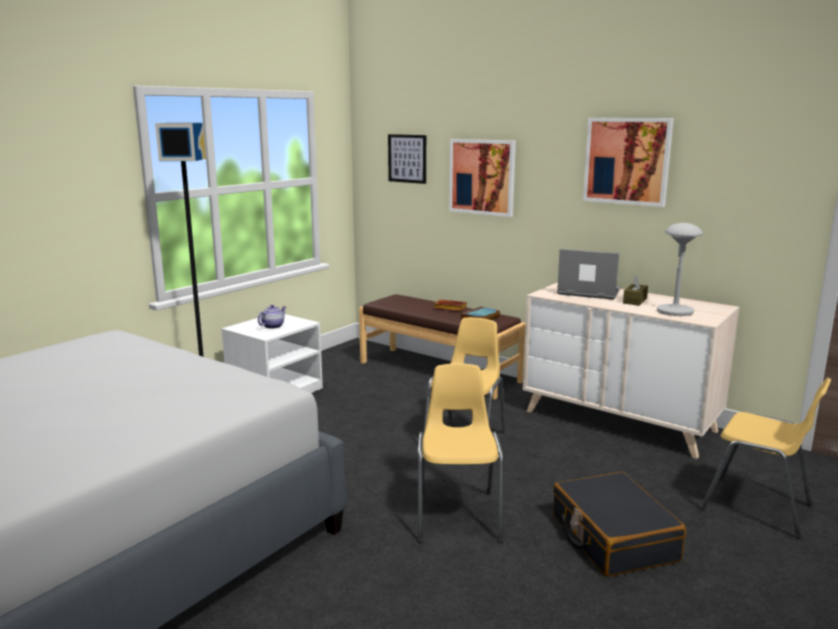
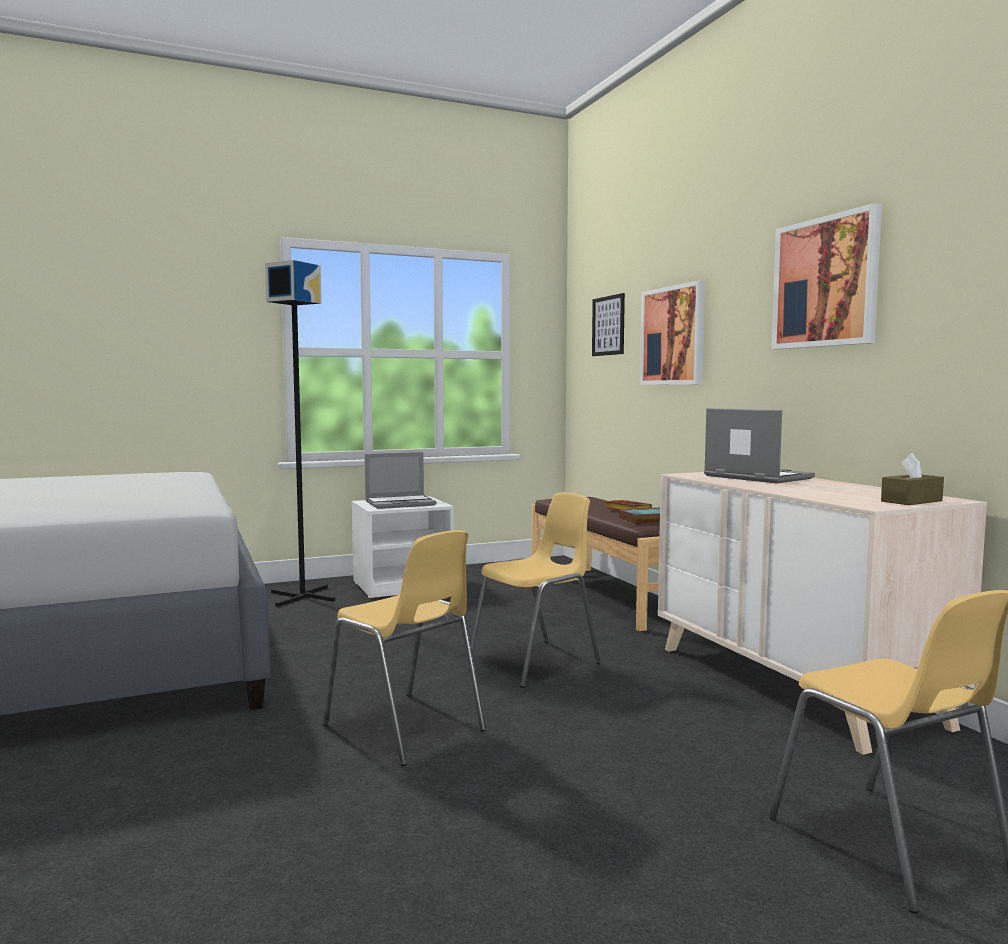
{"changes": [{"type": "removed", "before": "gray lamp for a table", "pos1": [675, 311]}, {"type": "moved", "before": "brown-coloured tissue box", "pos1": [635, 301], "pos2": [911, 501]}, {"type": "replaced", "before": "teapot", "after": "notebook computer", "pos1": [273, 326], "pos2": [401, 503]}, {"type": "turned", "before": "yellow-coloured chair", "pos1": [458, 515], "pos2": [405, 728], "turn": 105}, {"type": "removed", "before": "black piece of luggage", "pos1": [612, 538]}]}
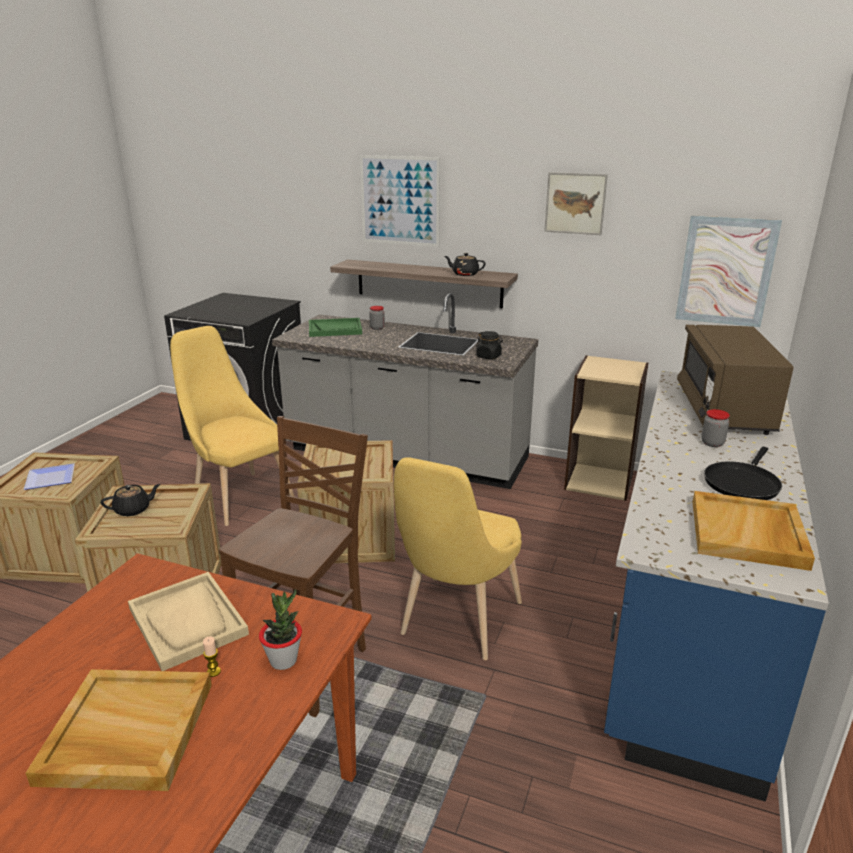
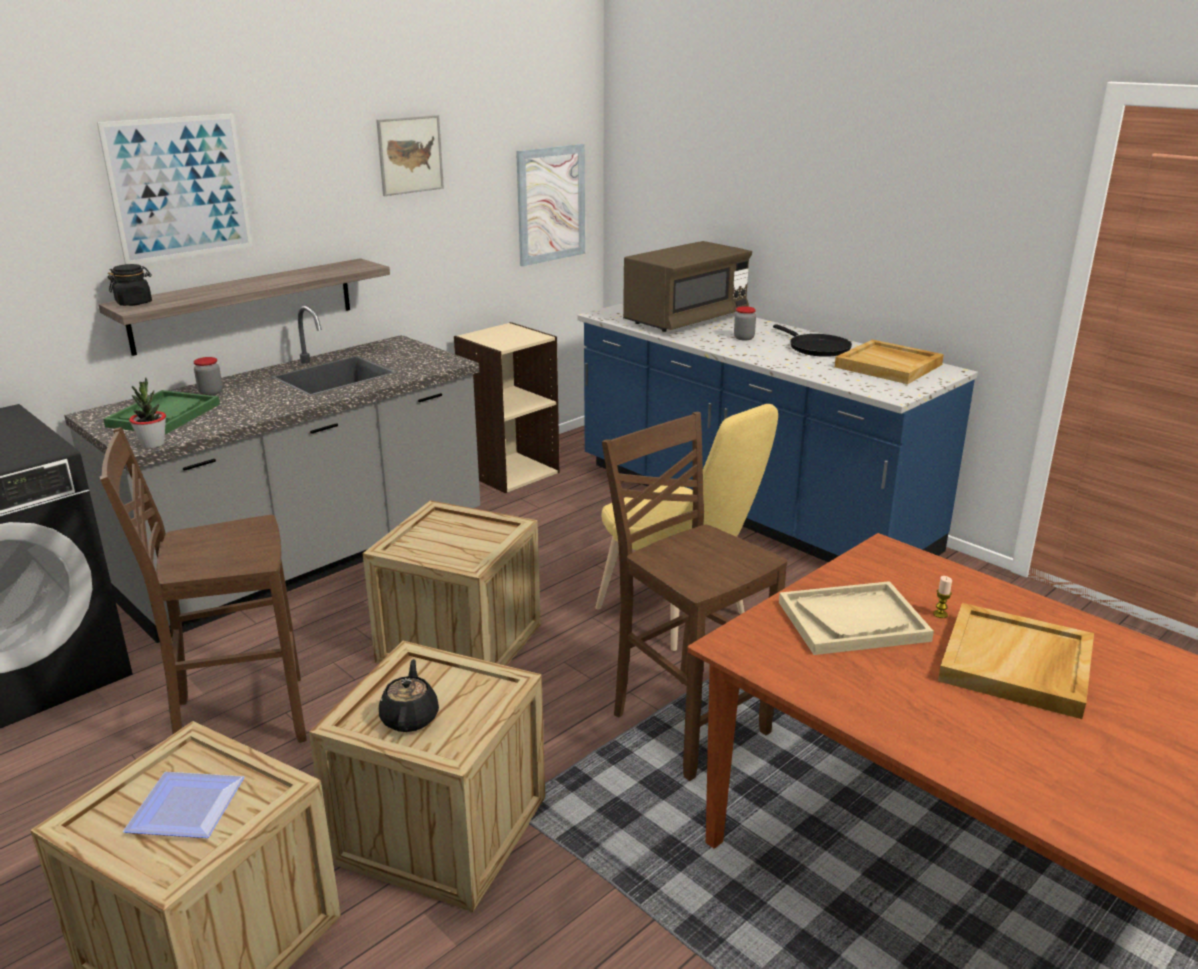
{"changes": [{"type": "removed", "before": "black teapot", "pos1": [464, 274]}, {"type": "turned", "before": "brown-coloured microwave oven", "pos1": [723, 410], "pos2": [686, 319], "turn": -75}, {"type": "replaced", "before": "yellow-coloured chair", "after": "brown-coloured stool", "pos1": [239, 495], "pos2": [237, 719]}, {"type": "moved", "before": "black jar", "pos1": [489, 356], "pos2": [134, 303]}, {"type": "moved", "before": "houseplant", "pos1": [283, 660], "pos2": [153, 444]}]}
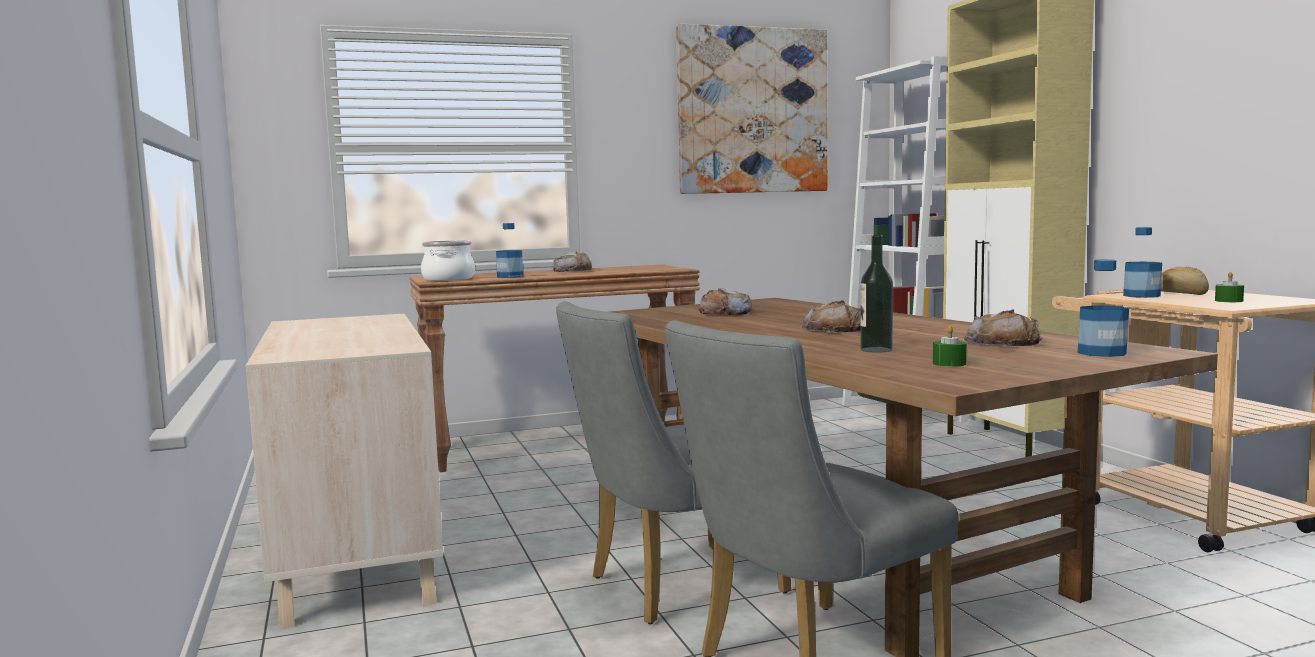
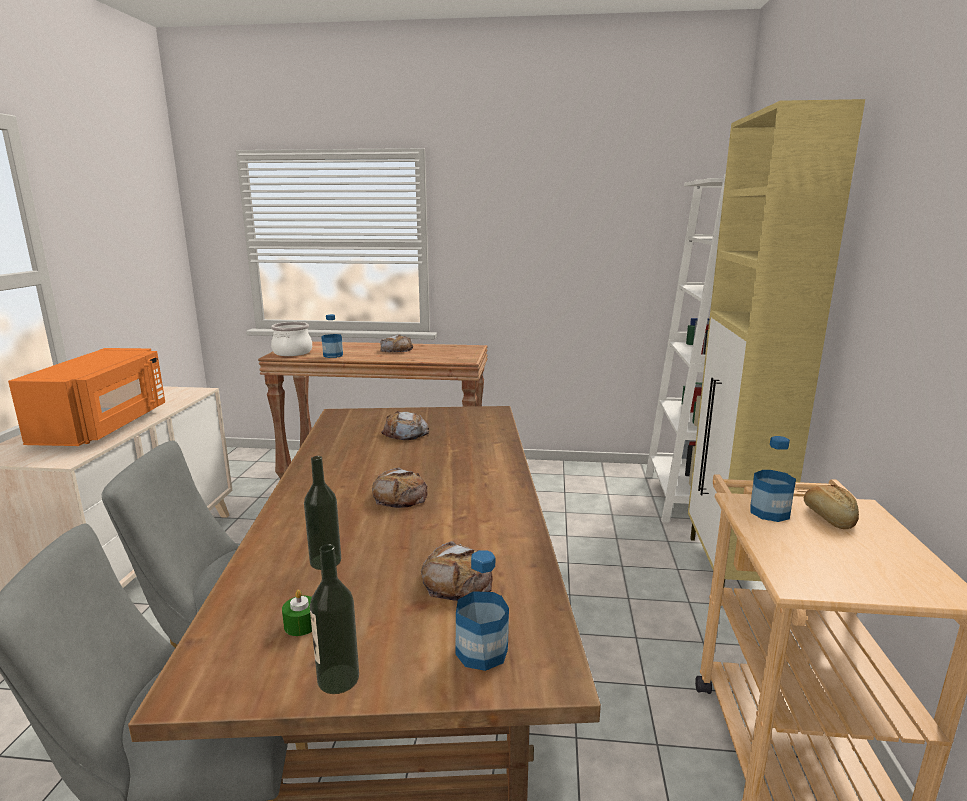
{"changes": [{"type": "removed", "before": "wall art", "pos1": [753, 111]}, {"type": "removed", "before": "green wax light", "pos1": [1228, 301]}, {"type": "added", "after": "orange-coloured microwave oven", "pos2": [105, 426]}, {"type": "added", "after": "drink bottle", "pos2": [338, 679]}]}
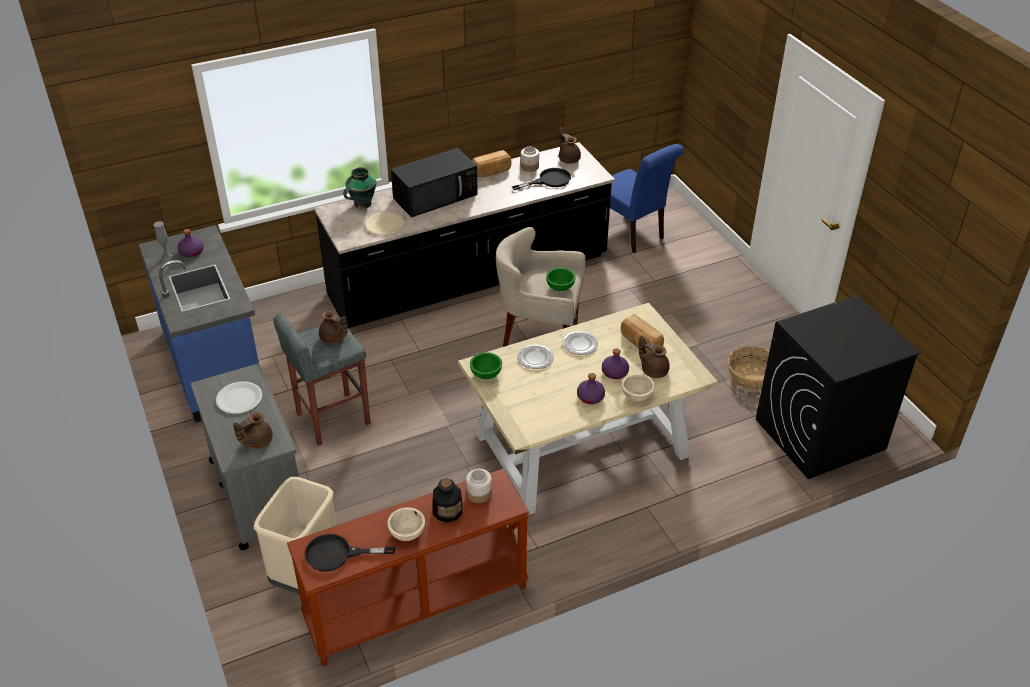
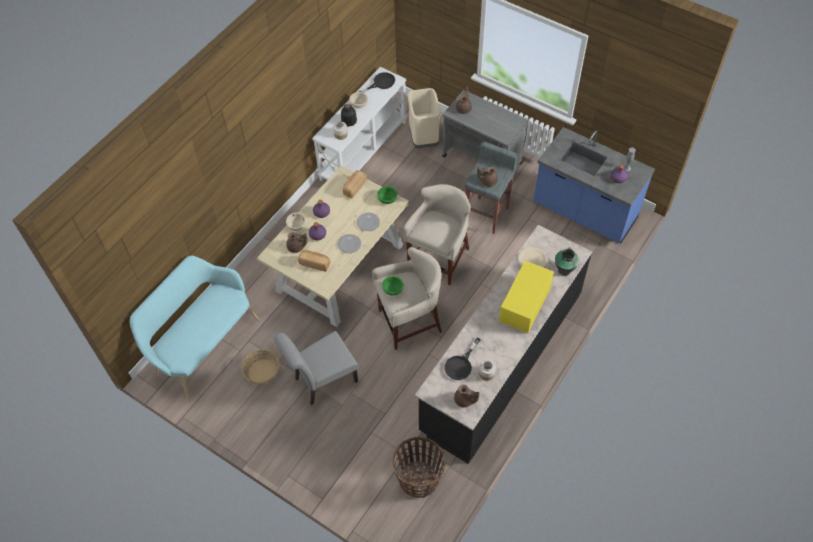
{"changes": [{"type": "replaced", "before": "blue-coloured chair", "after": "household basket", "pos1": [631, 233], "pos2": [418, 480]}, {"type": "recoloured", "before": "black microwave oven", "after": "yellow-coloured microwave oven", "pos1": [436, 196], "pos2": [525, 304]}, {"type": "moved", "before": "baked bread", "pos1": [492, 171], "pos2": [354, 187]}, {"type": "replaced", "before": "black washing machine", "after": "turquoise indoor bench", "pos1": [819, 434], "pos2": [203, 346]}, {"type": "removed", "before": "whitish flat dish", "pos1": [239, 398]}, {"type": "recoloured", "before": "brown-coloured console table", "after": "whitish console table", "pos1": [416, 605], "pos2": [363, 150]}, {"type": "added", "after": "beige-coloured stool", "pos2": [439, 259]}, {"type": "added", "after": "gray chair", "pos2": [322, 381]}]}
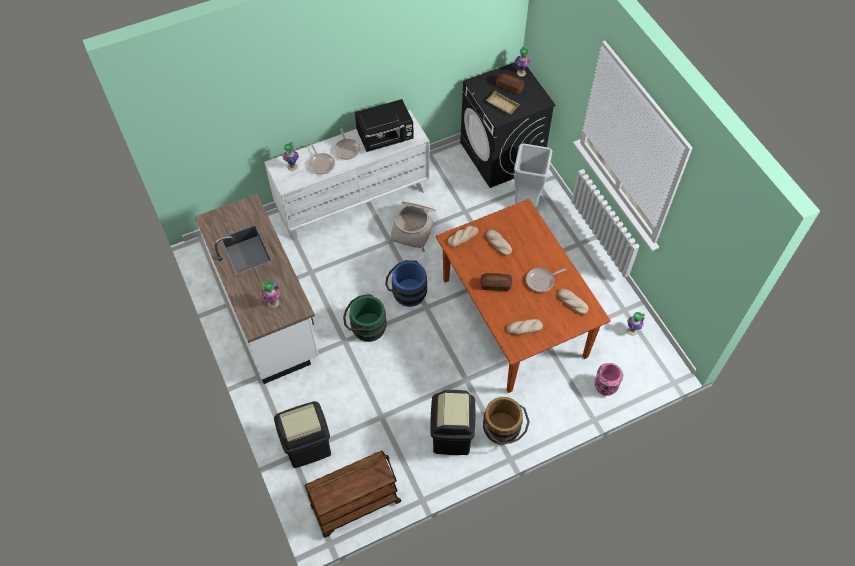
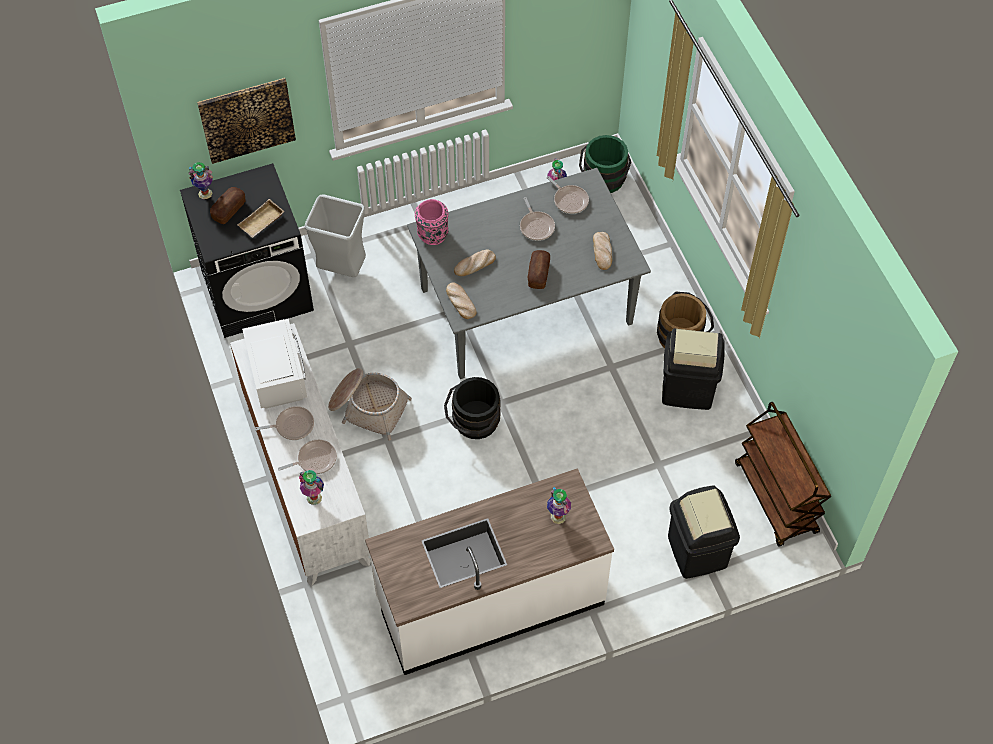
{"changes": [{"type": "recoloured", "before": "black microwave oven", "after": "whitish microwave oven", "pos1": [386, 137], "pos2": [278, 375]}, {"type": "recoloured", "before": "brown-coloured kitchen table", "after": "gray kitchen table", "pos1": [514, 317], "pos2": [526, 305]}, {"type": "recoloured", "before": "blue-coloured bucket", "after": "black bucket", "pos1": [406, 292], "pos2": [474, 424]}, {"type": "replaced", "before": "baked bread", "after": "pan", "pos1": [572, 302], "pos2": [569, 200]}, {"type": "moved", "before": "green bucket", "pos1": [365, 327], "pos2": [603, 181]}, {"type": "moved", "before": "pink-coloured flower vase", "pos1": [605, 386], "pos2": [432, 235]}, {"type": "added", "after": "wall art", "pos2": [247, 119]}]}
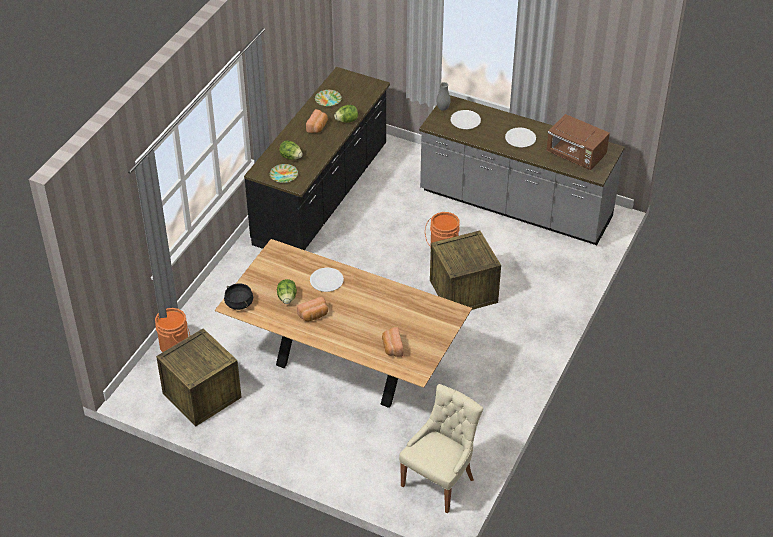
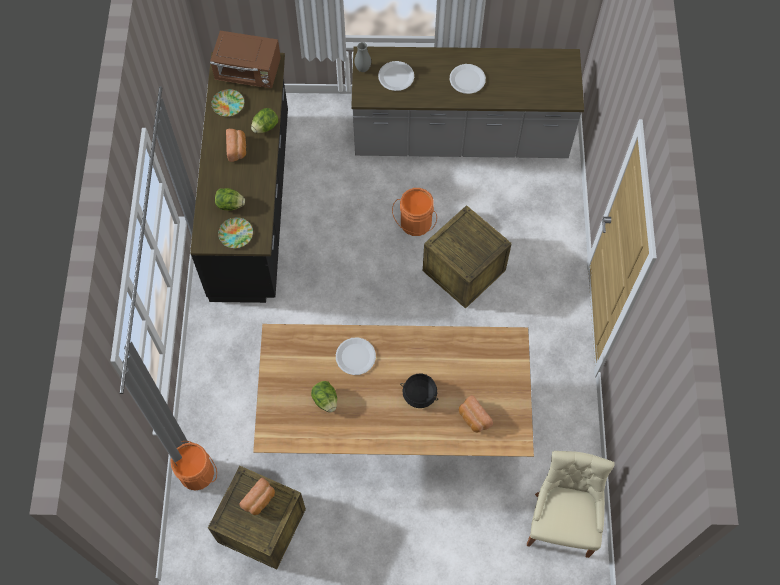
{"changes": [{"type": "moved", "before": "brown-coloured microwave oven", "pos1": [576, 156], "pos2": [249, 73]}, {"type": "moved", "before": "black saucepot", "pos1": [239, 303], "pos2": [419, 394]}, {"type": "moved", "before": "baked bread", "pos1": [314, 315], "pos2": [259, 500]}]}
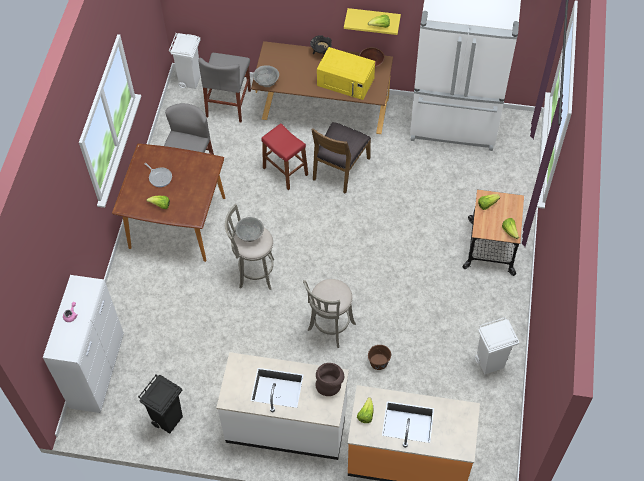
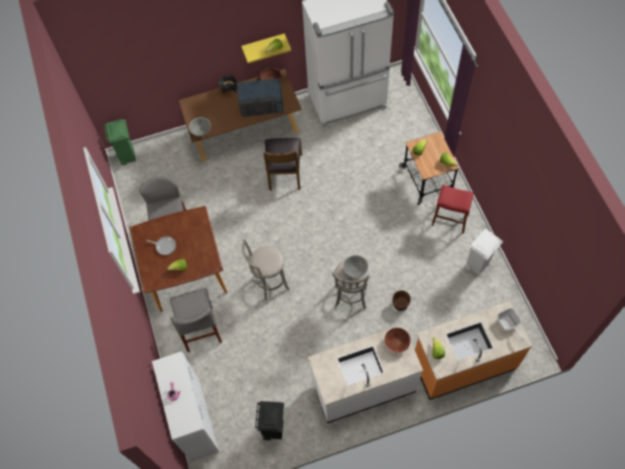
{"changes": [{"type": "recoloured", "before": "whitish waste bin", "after": "green waste bin", "pos1": [190, 80], "pos2": [128, 156]}, {"type": "recoloured", "before": "yellow-coloured microwave oven", "after": "blue-coloured microwave oven", "pos1": [346, 81], "pos2": [262, 104]}, {"type": "moved", "before": "gray chair", "pos1": [228, 103], "pos2": [200, 329]}, {"type": "moved", "before": "red stool", "pos1": [285, 171], "pos2": [450, 219]}, {"type": "moved", "before": "gray serving bowl", "pos1": [250, 235], "pos2": [355, 270]}, {"type": "replaced", "before": "brown-coloured flower vase", "after": "brown-coloured serving bowl", "pos1": [329, 384], "pos2": [396, 342]}, {"type": "added", "after": "pan", "pos2": [508, 325]}]}
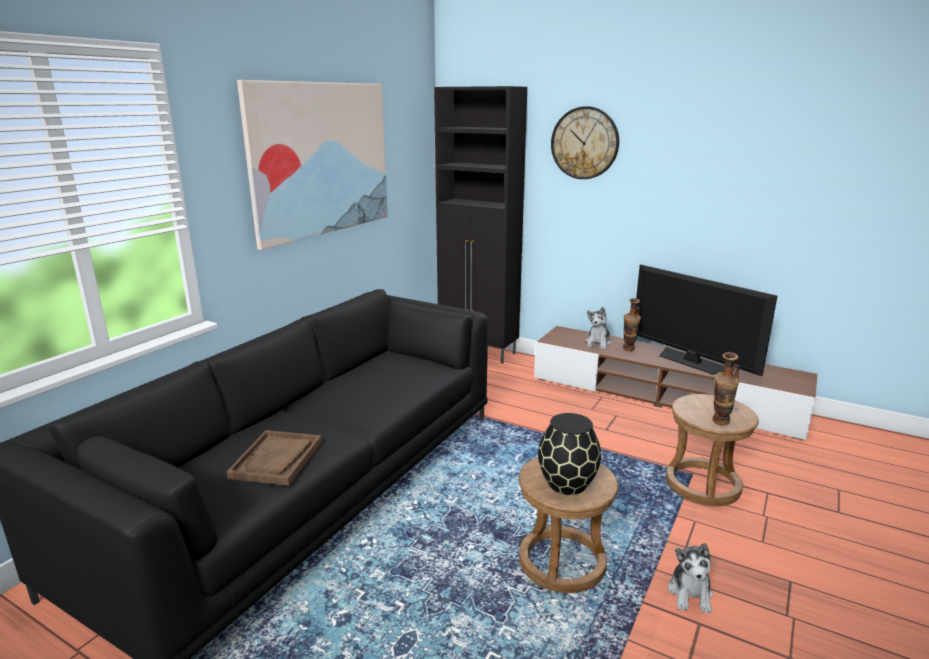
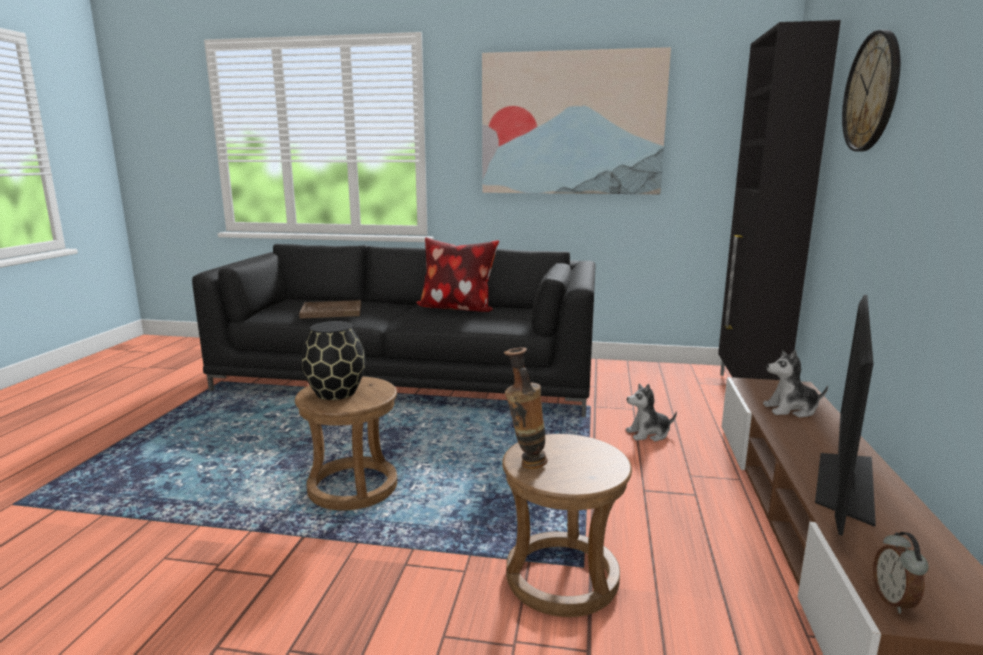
{"changes": [{"type": "removed", "before": "flower vase", "pos1": [628, 350]}, {"type": "moved", "before": "soft toy", "pos1": [690, 593], "pos2": [648, 434]}, {"type": "added", "after": "throw pillow", "pos2": [456, 309]}, {"type": "added", "after": "table clock", "pos2": [894, 601]}]}
